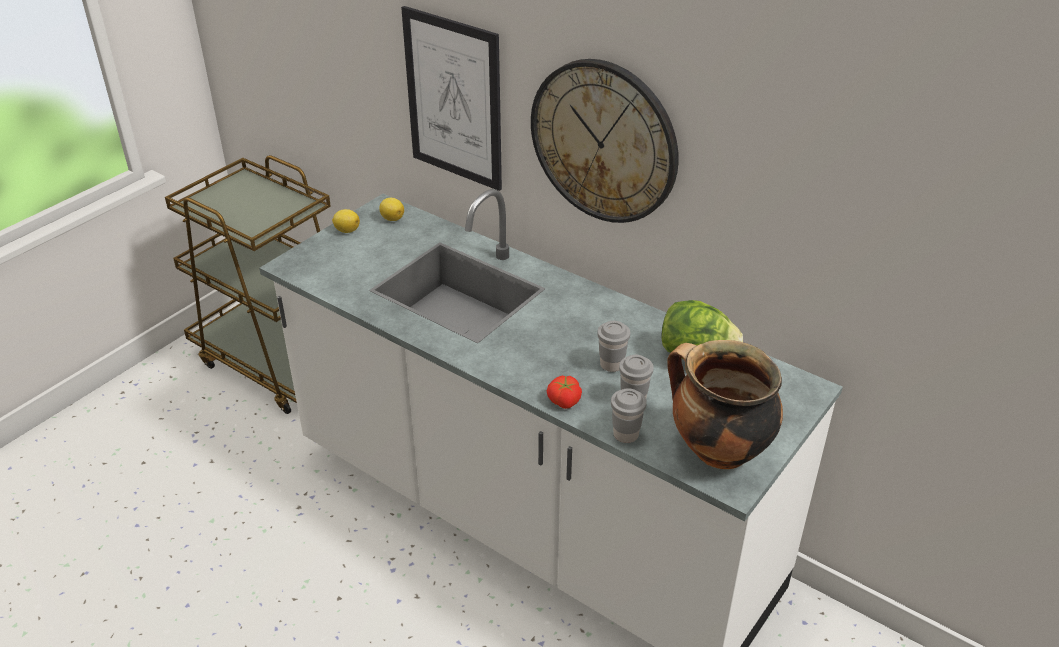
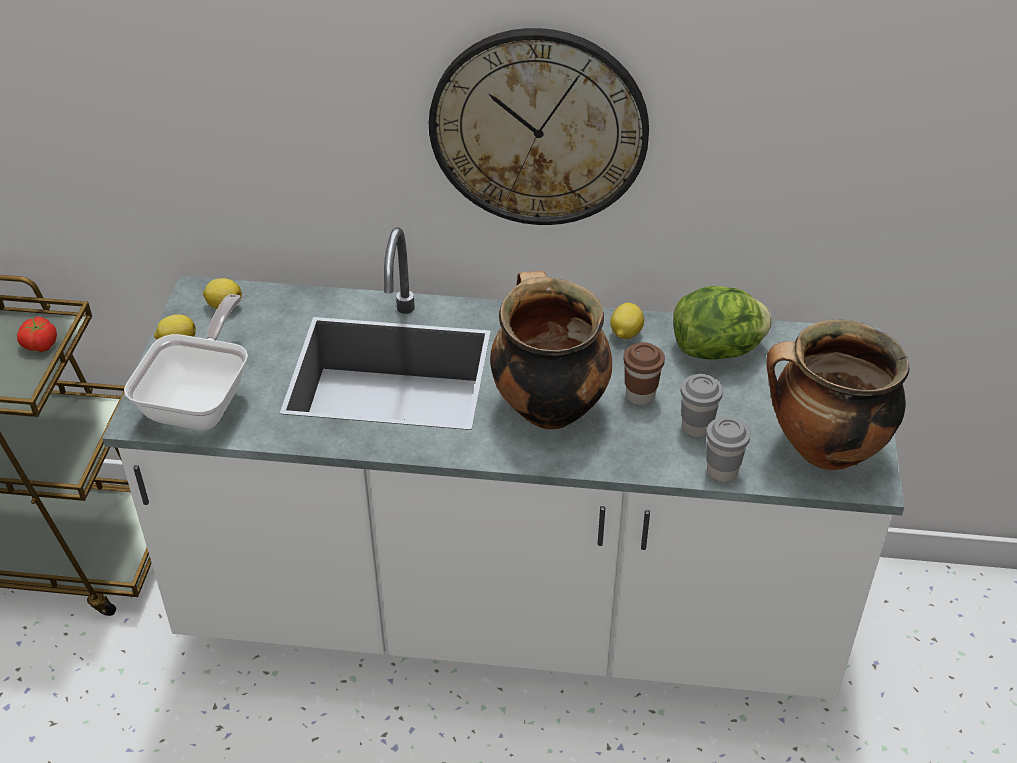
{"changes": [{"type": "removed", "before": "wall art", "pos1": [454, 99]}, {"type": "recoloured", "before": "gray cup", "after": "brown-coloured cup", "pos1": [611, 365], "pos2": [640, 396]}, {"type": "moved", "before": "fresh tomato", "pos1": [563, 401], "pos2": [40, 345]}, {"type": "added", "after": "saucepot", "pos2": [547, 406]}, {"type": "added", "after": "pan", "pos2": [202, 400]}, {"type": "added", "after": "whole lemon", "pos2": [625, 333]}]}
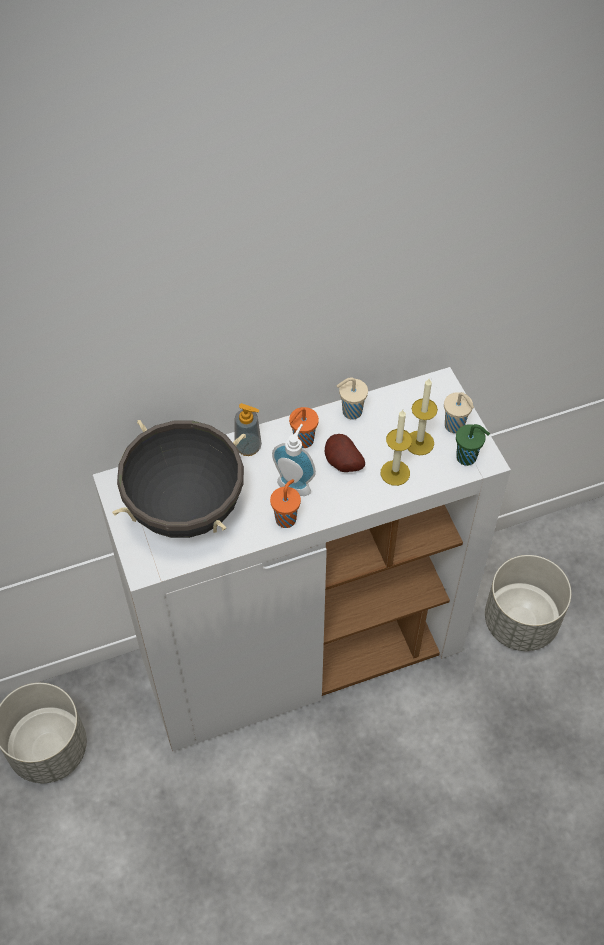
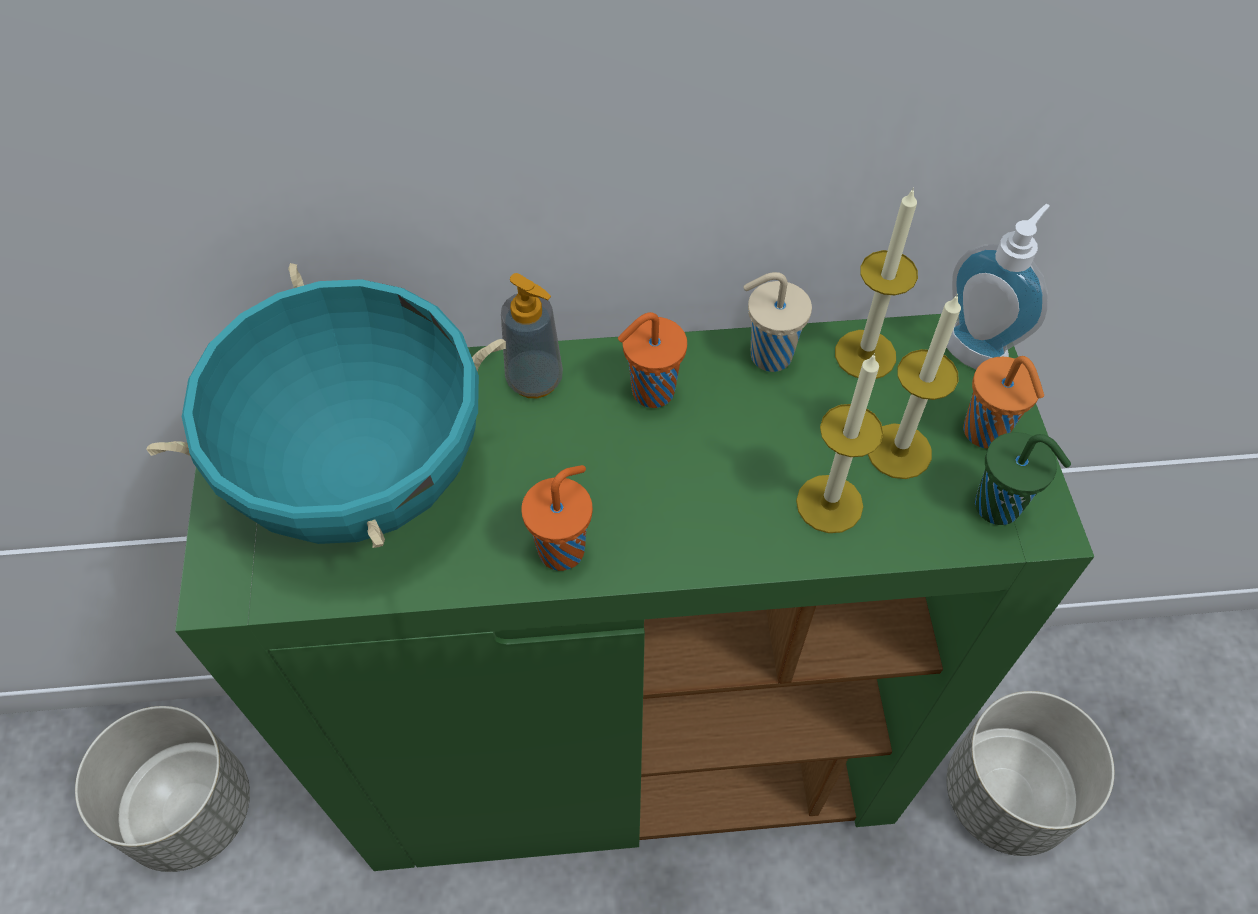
{"changes": [{"type": "recoloured", "before": "whitish cupboard", "after": "green cupboard", "pos1": [302, 654], "pos2": [631, 757]}, {"type": "recoloured", "before": "beige-coloured cup", "after": "orange-coloured cup", "pos1": [455, 426], "pos2": [986, 433]}, {"type": "recoloured", "before": "black saucepot", "after": "turquoise saucepot", "pos1": [185, 507], "pos2": [361, 474]}, {"type": "moved", "before": "soap dispenser", "pos1": [295, 483], "pos2": [978, 347]}, {"type": "removed", "before": "potato", "pos1": [342, 463]}, {"type": "added", "after": "wax light", "pos2": [865, 354]}]}
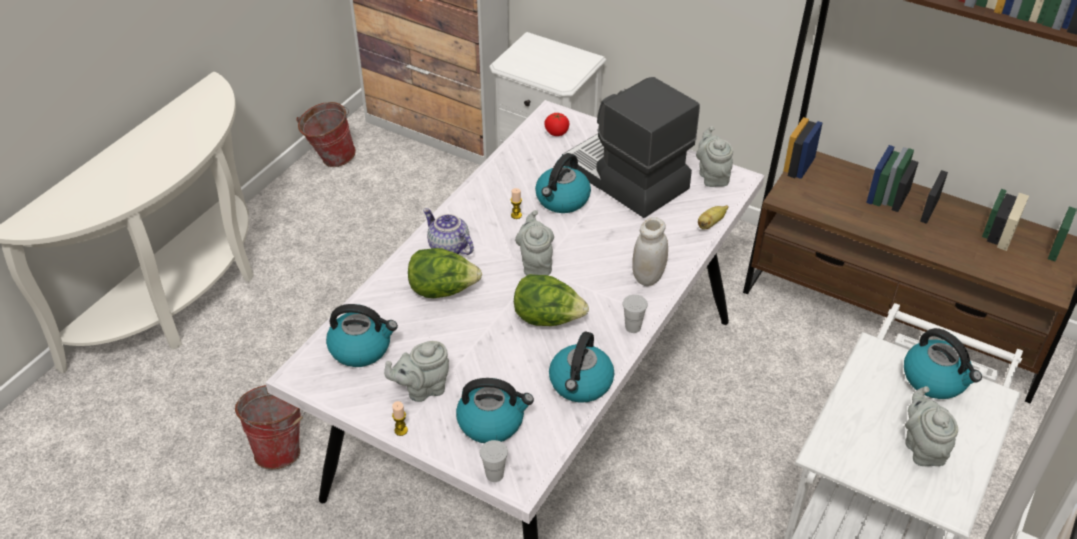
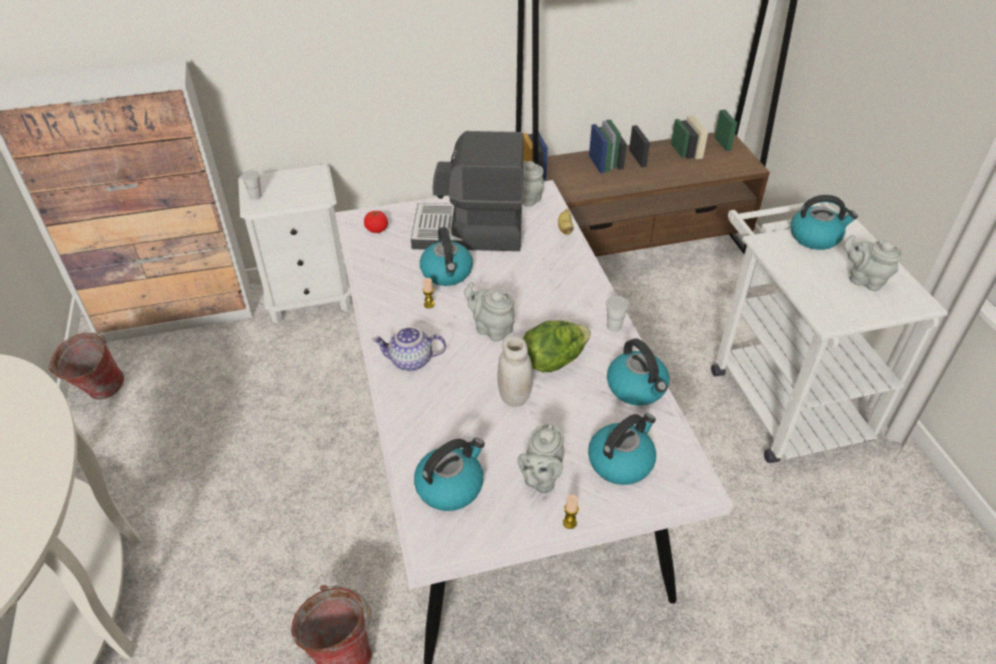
{"changes": [{"type": "moved", "before": "whitish jar", "pos1": [648, 277], "pos2": [514, 396]}, {"type": "removed", "before": "head of lettuce", "pos1": [443, 290]}, {"type": "moved", "before": "whitish cup", "pos1": [494, 475], "pos2": [255, 196]}]}
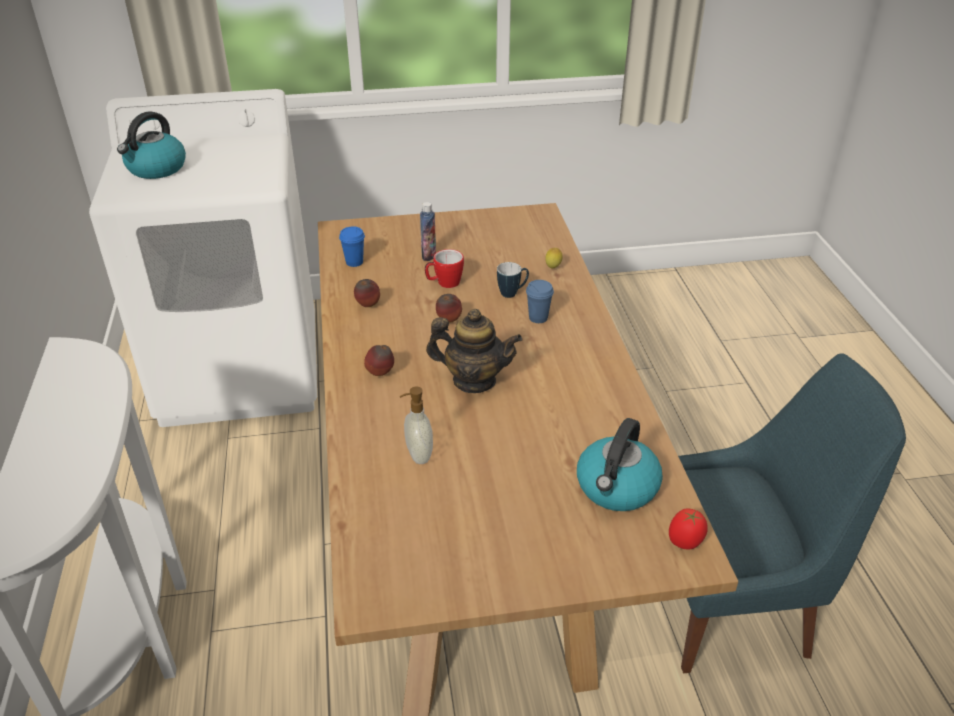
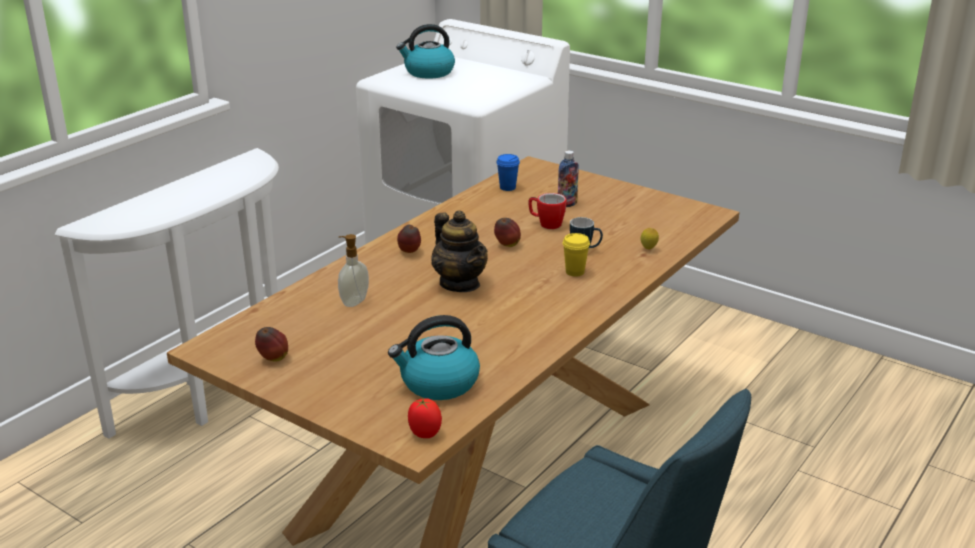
{"changes": [{"type": "moved", "before": "apple fruit", "pos1": [368, 306], "pos2": [273, 359]}, {"type": "recoloured", "before": "blue-coloured cup", "after": "yellow-coloured cup", "pos1": [538, 318], "pos2": [575, 272]}]}
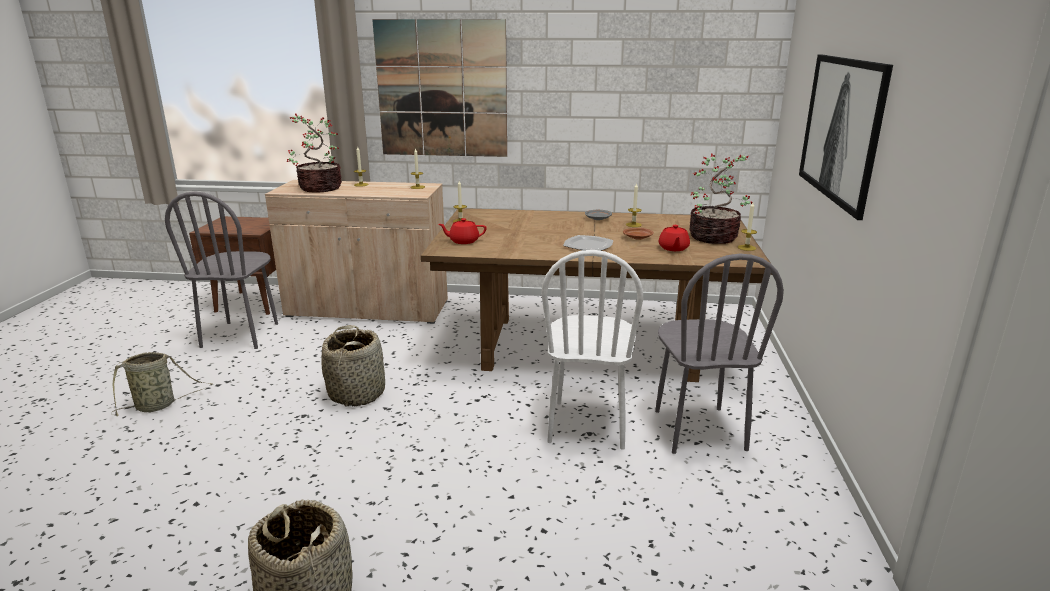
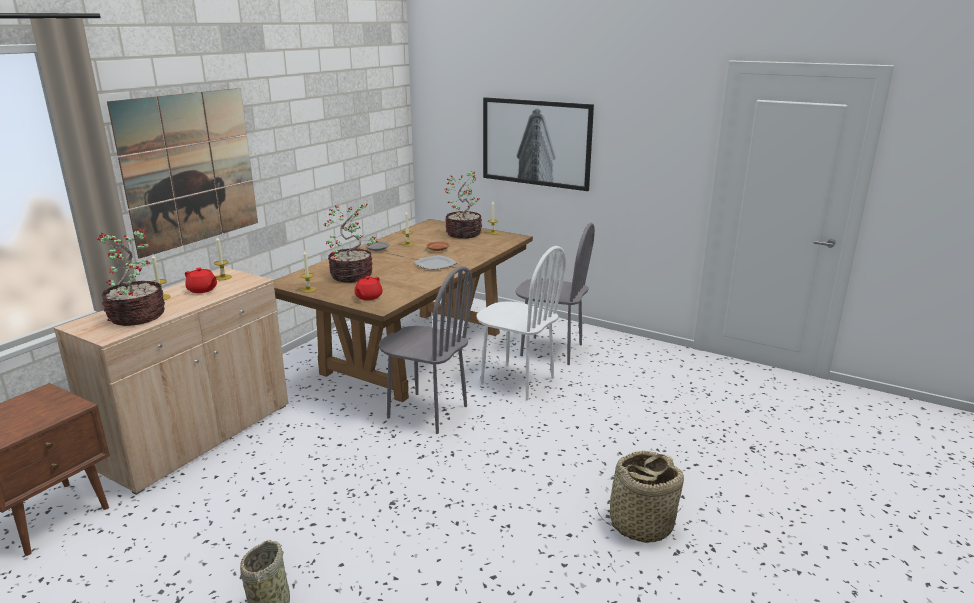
{"changes": [{"type": "moved", "before": "gray chair", "pos1": [241, 335], "pos2": [427, 412]}, {"type": "moved", "before": "red teapot", "pos1": [673, 248], "pos2": [202, 290]}, {"type": "removed", "before": "household basket", "pos1": [357, 393]}, {"type": "added", "after": "houseplant", "pos2": [353, 276]}]}
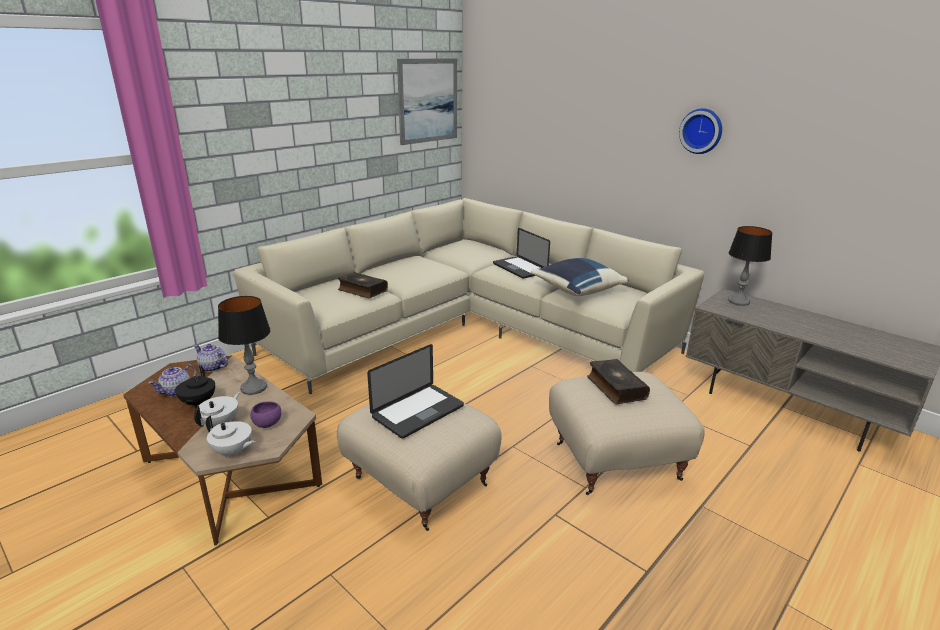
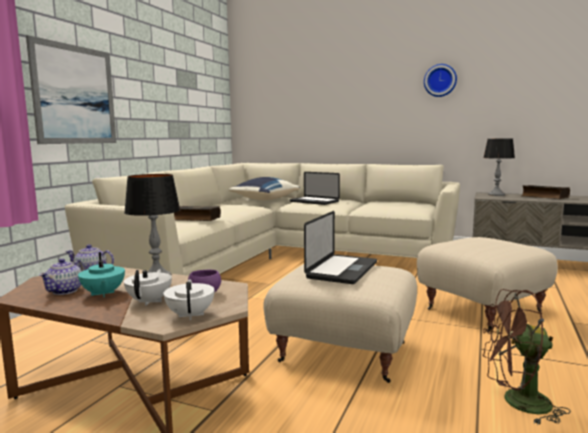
{"changes": [{"type": "moved", "before": "wall art", "pos1": [428, 101], "pos2": [75, 95]}, {"type": "moved", "before": "blue-coloured throw pillow", "pos1": [576, 290], "pos2": [264, 199]}, {"type": "moved", "before": "book", "pos1": [615, 388], "pos2": [544, 197]}, {"type": "recoloured", "before": "black teapot", "after": "turquoise teapot", "pos1": [198, 403], "pos2": [103, 294]}, {"type": "turned", "before": "whitish teapot", "pos1": [233, 451], "pos2": [191, 315], "turn": -105}, {"type": "added", "after": "brown-coloured cooling fan", "pos2": [517, 403]}]}
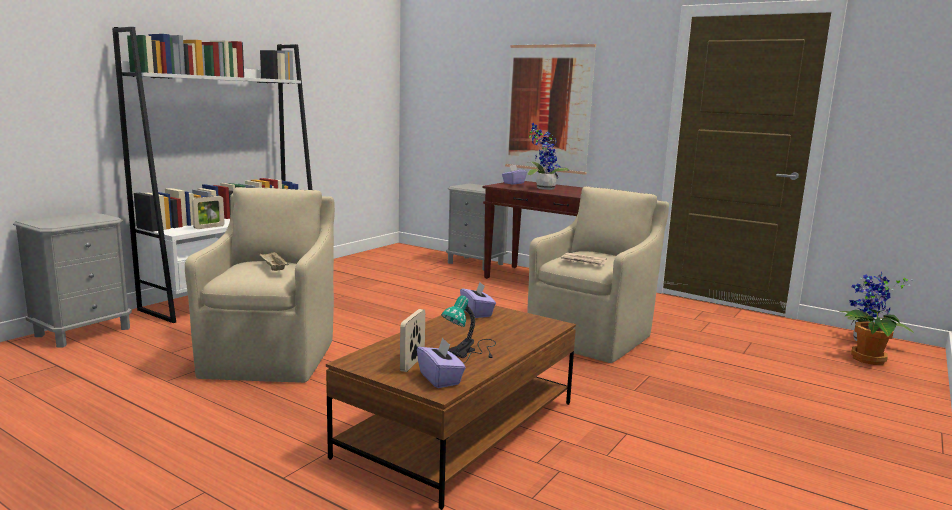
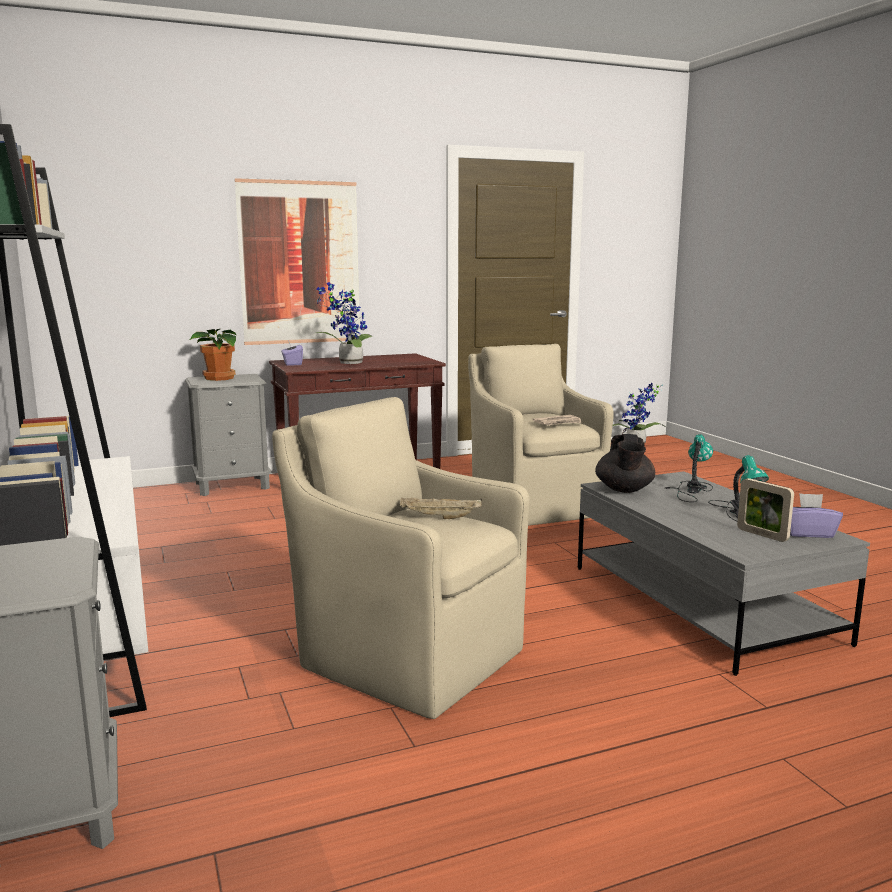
{"changes": [{"type": "removed", "before": "picture frame", "pos1": [209, 227]}, {"type": "replaced", "before": "purple-coloured tissue box", "after": "black teapot", "pos1": [477, 313], "pos2": [624, 490]}, {"type": "recoloured", "before": "brown-coloured lounge table", "after": "gray lounge table", "pos1": [460, 429], "pos2": [702, 603]}, {"type": "moved", "before": "houseplant", "pos1": [867, 359], "pos2": [219, 378]}, {"type": "added", "after": "lamp for a table", "pos2": [690, 490]}]}
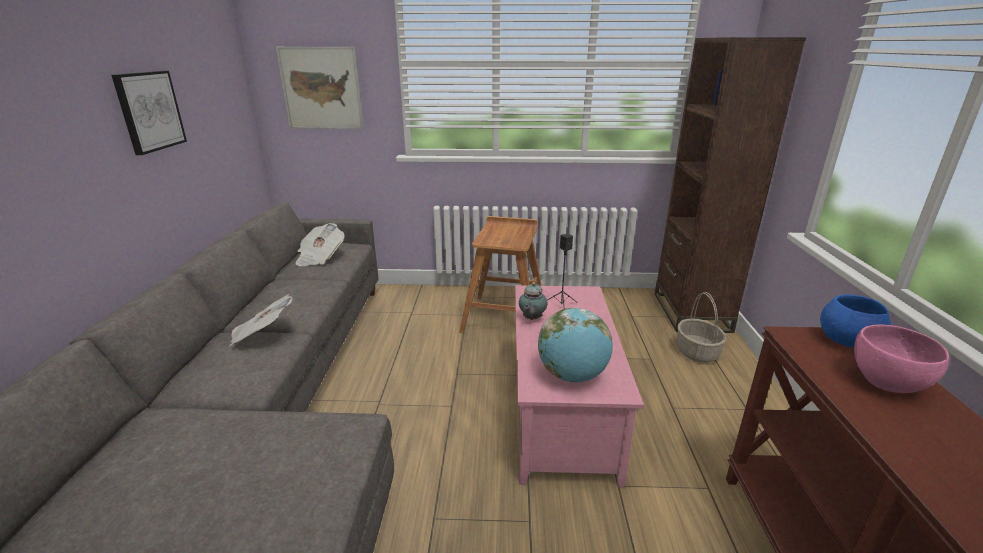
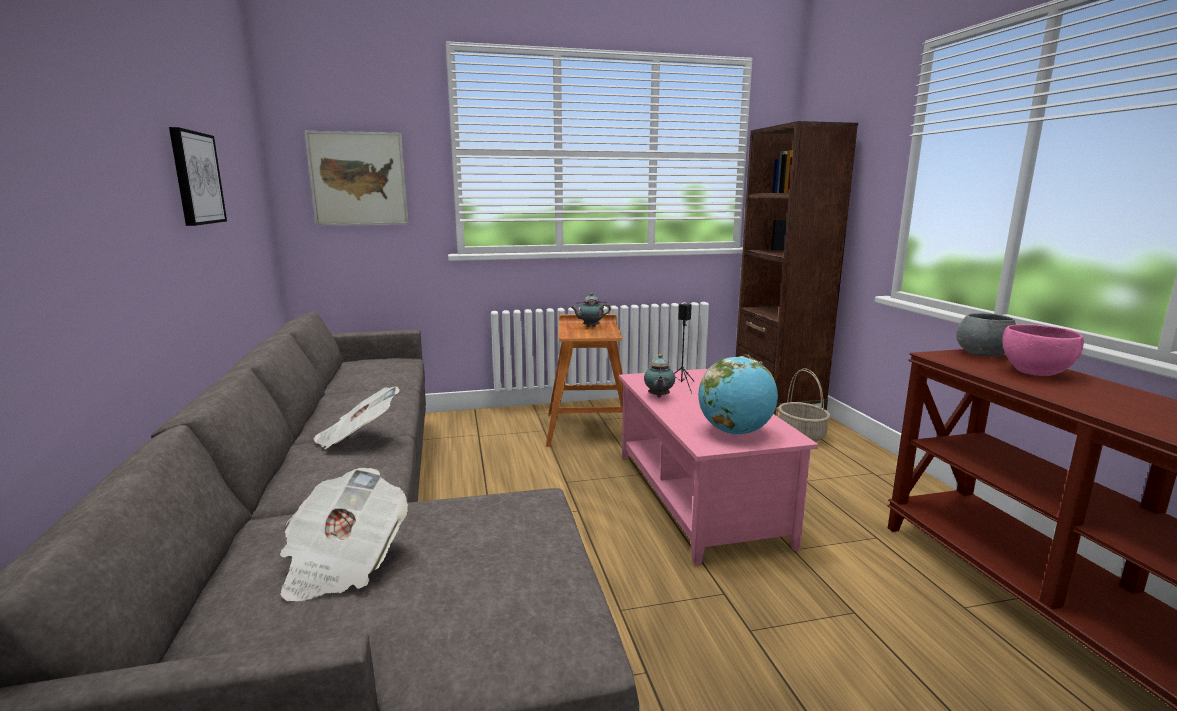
{"changes": [{"type": "moved", "before": "daily paper", "pos1": [320, 258], "pos2": [343, 562]}, {"type": "recoloured", "before": "blue-coloured serving bowl", "after": "gray serving bowl", "pos1": [847, 342], "pos2": [983, 355]}, {"type": "added", "after": "teapot", "pos2": [590, 327]}]}
